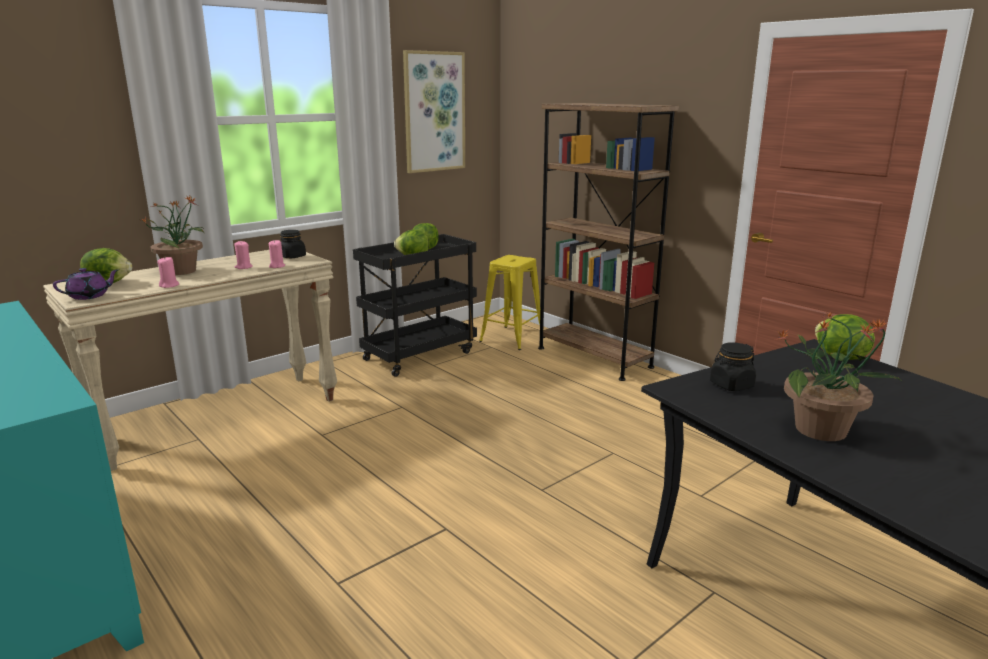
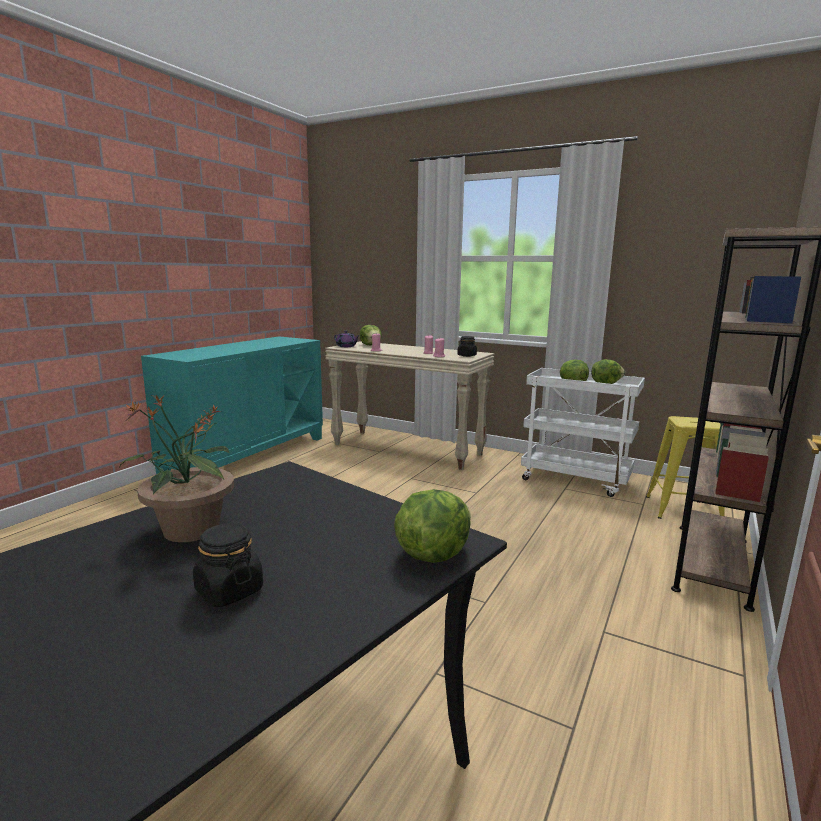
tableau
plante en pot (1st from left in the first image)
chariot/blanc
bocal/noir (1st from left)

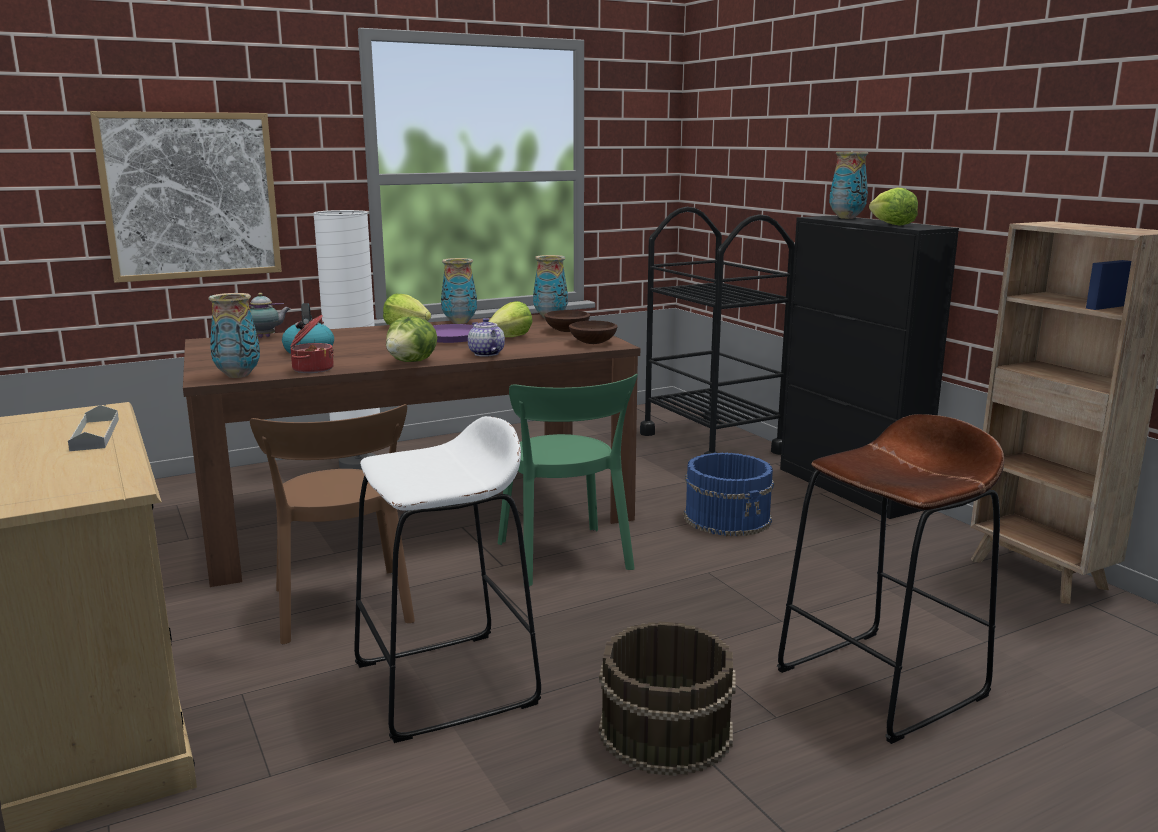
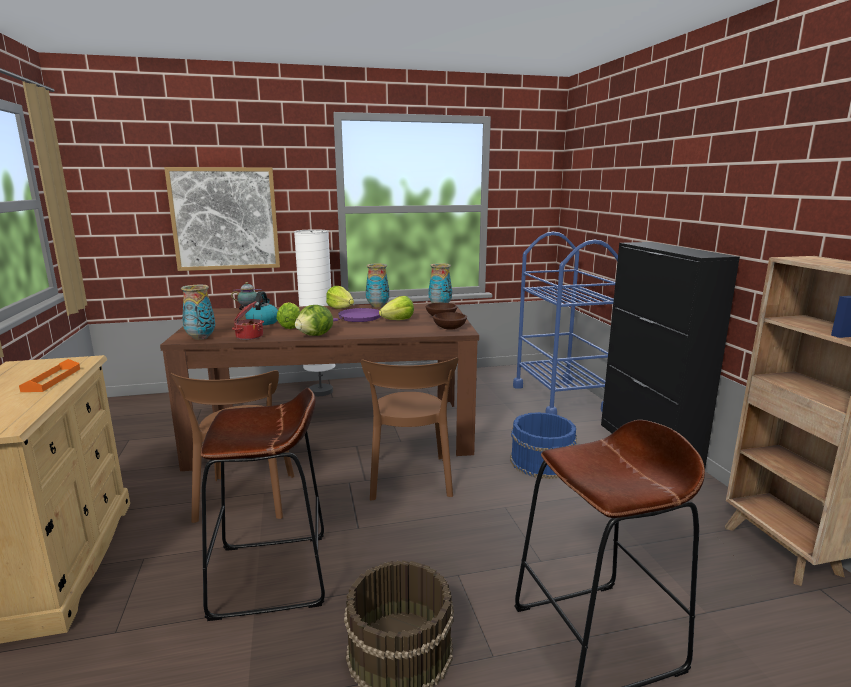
vase (4th from left in the first image)
laitue (1st from left)
chariot/bleu
théière (2nd from left in the first image)
chaise/marron (2nd from left)
plateau/orange
tabouret/marron (1st from left)

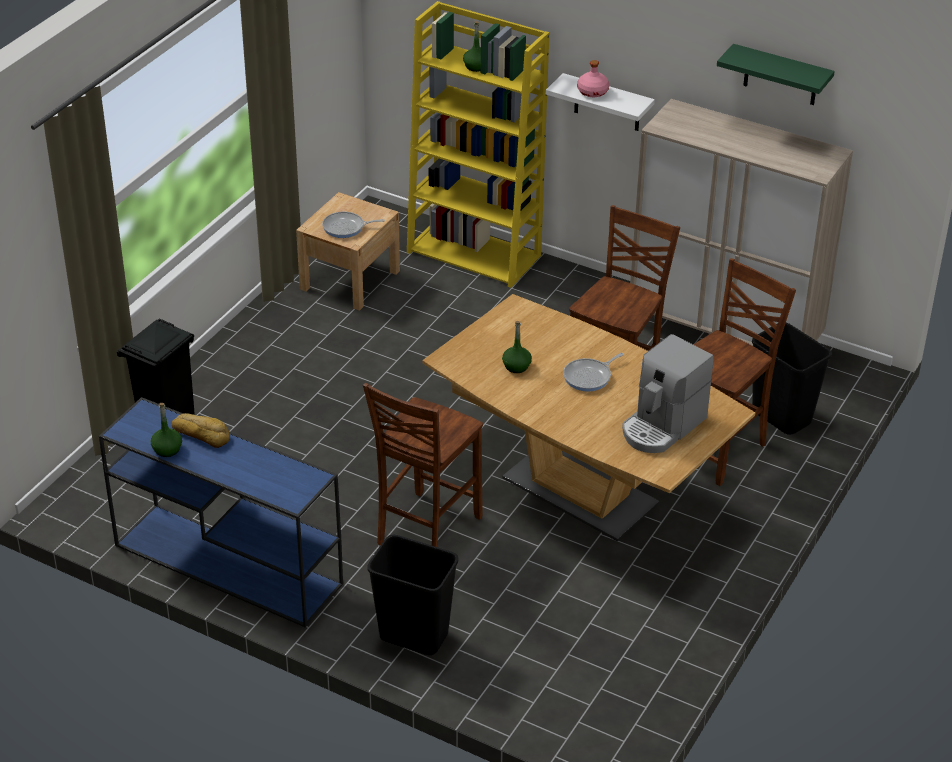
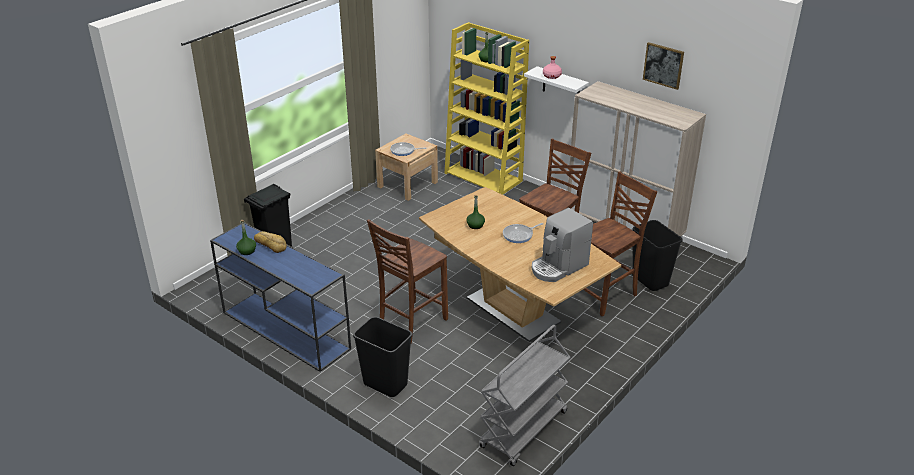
tableau
chariot/gris

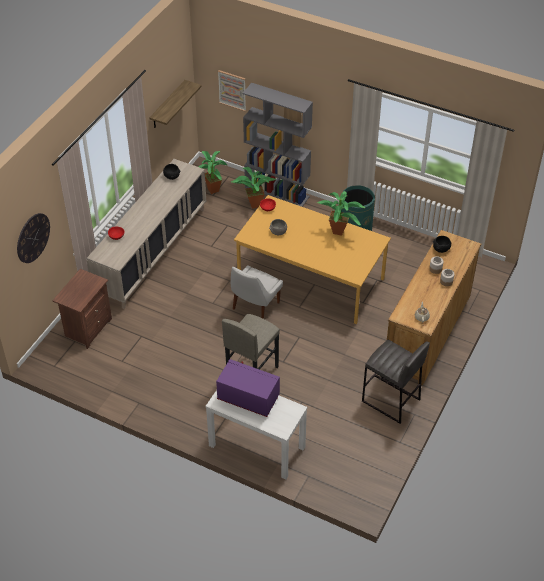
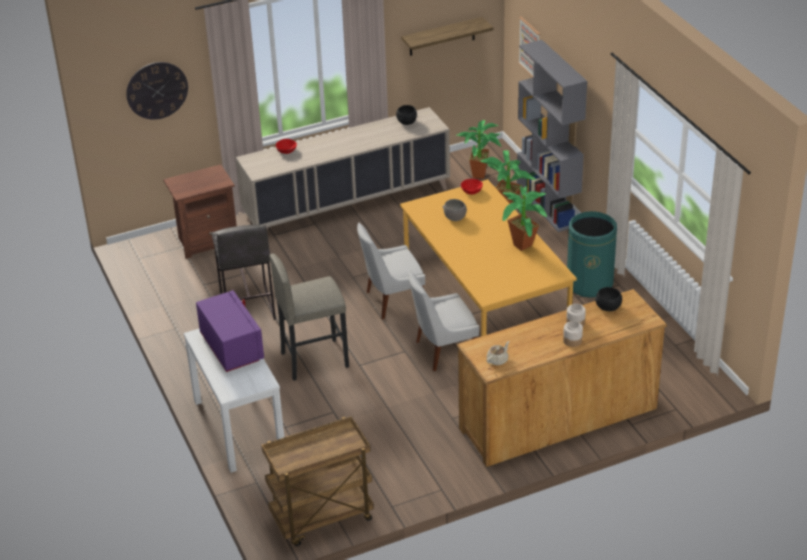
tabouret/gris (1st from left)
chaise/blanc (2nd from left)
chariot/marron

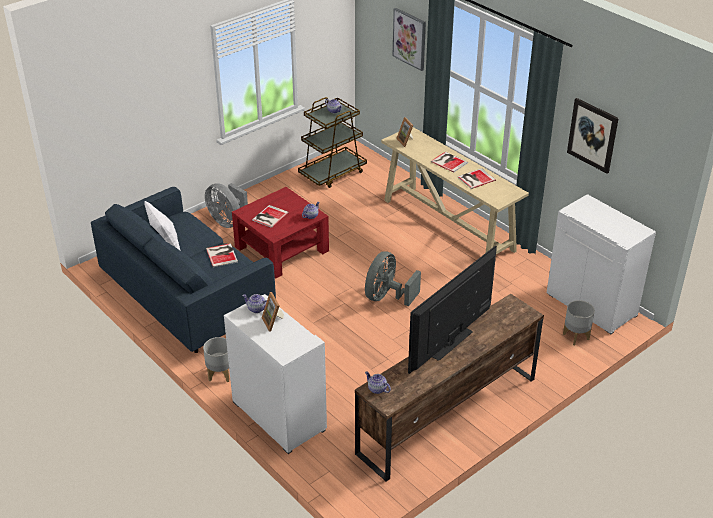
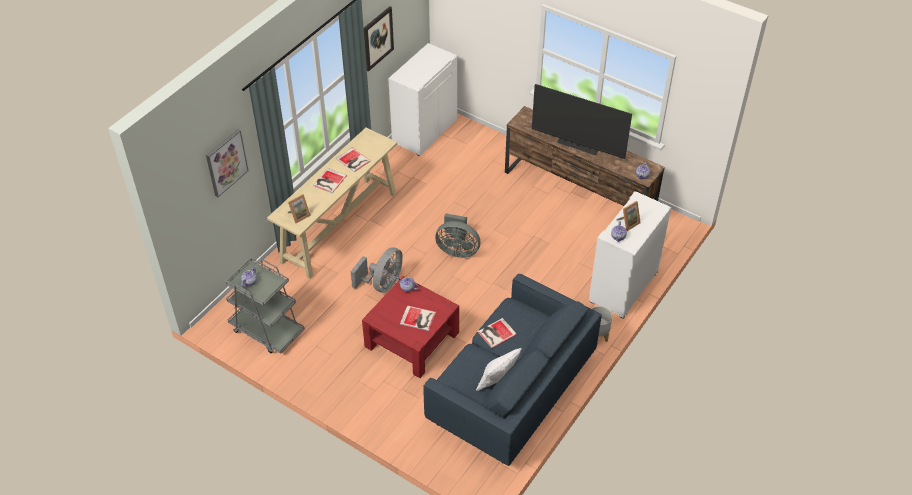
chariot/gris
ventilateur/gris (1st from left)
cache-pot/gris (2nd from left in the first image)

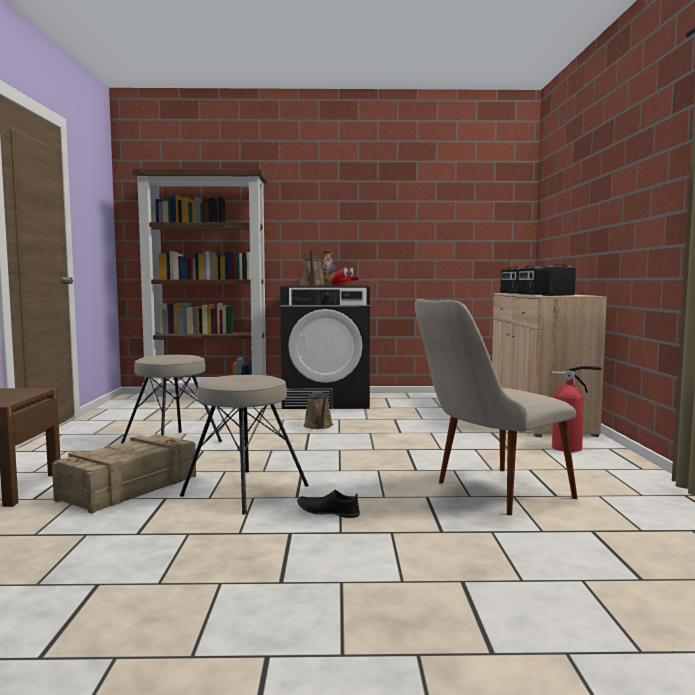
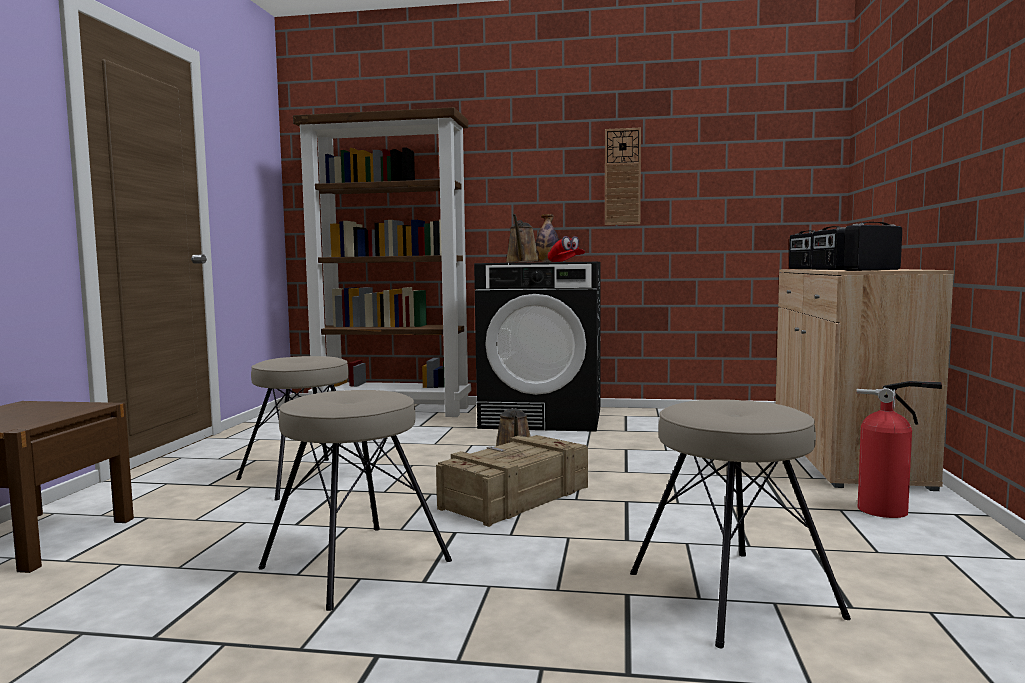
tabouret/beige (3rd from left)
caisse
chaussure/noir
horloge murale

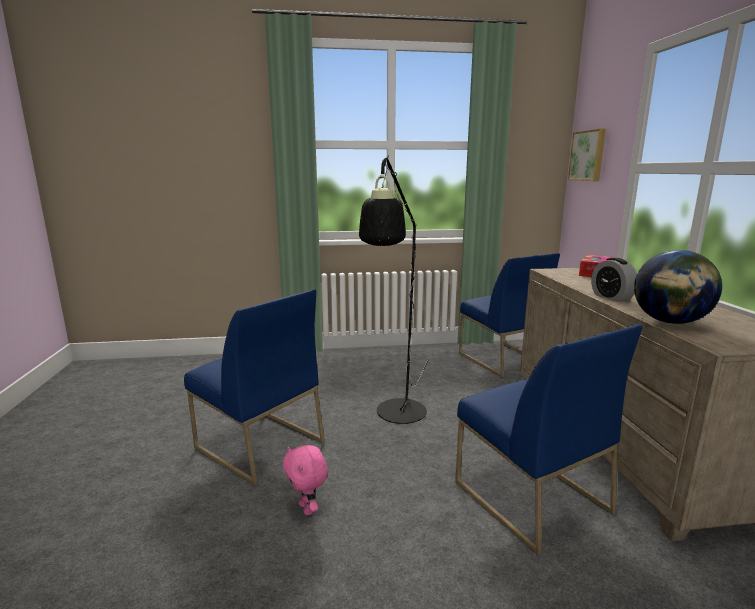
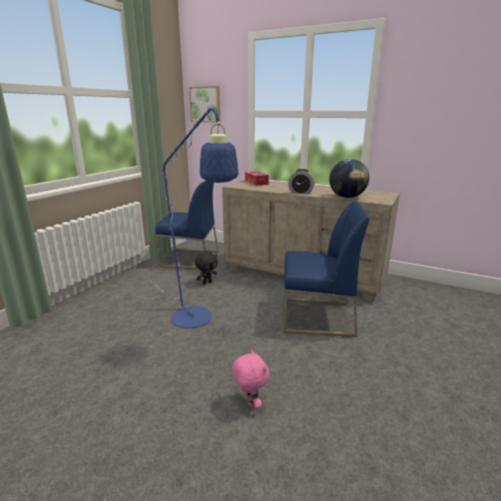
lampadaire/bleu
chaise/bleu (1st from left in the first image)
peluche/rose
peluche/noir

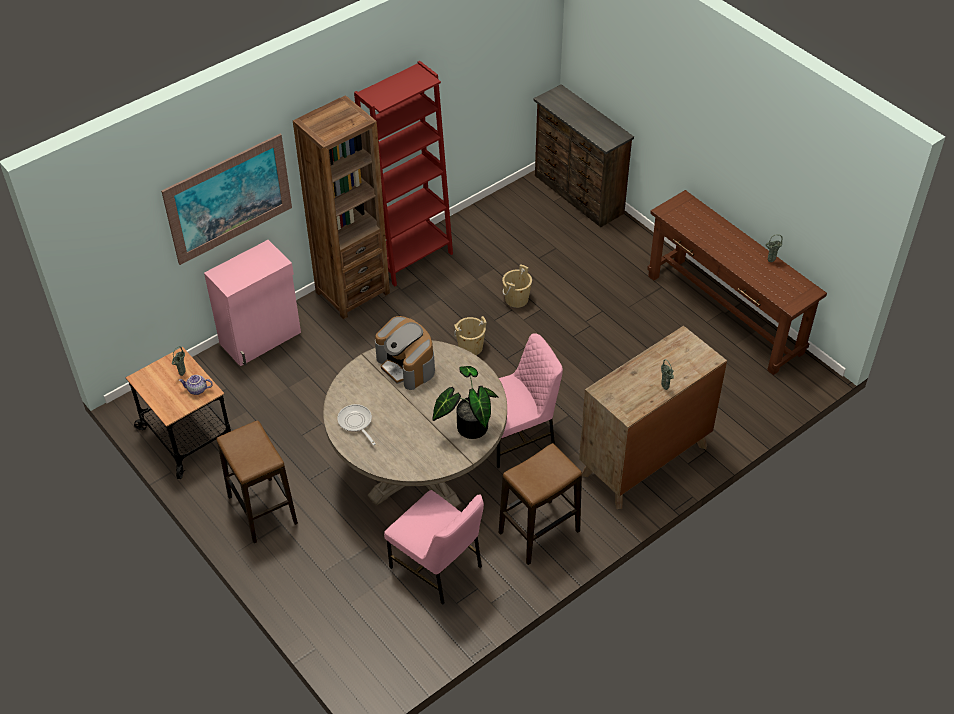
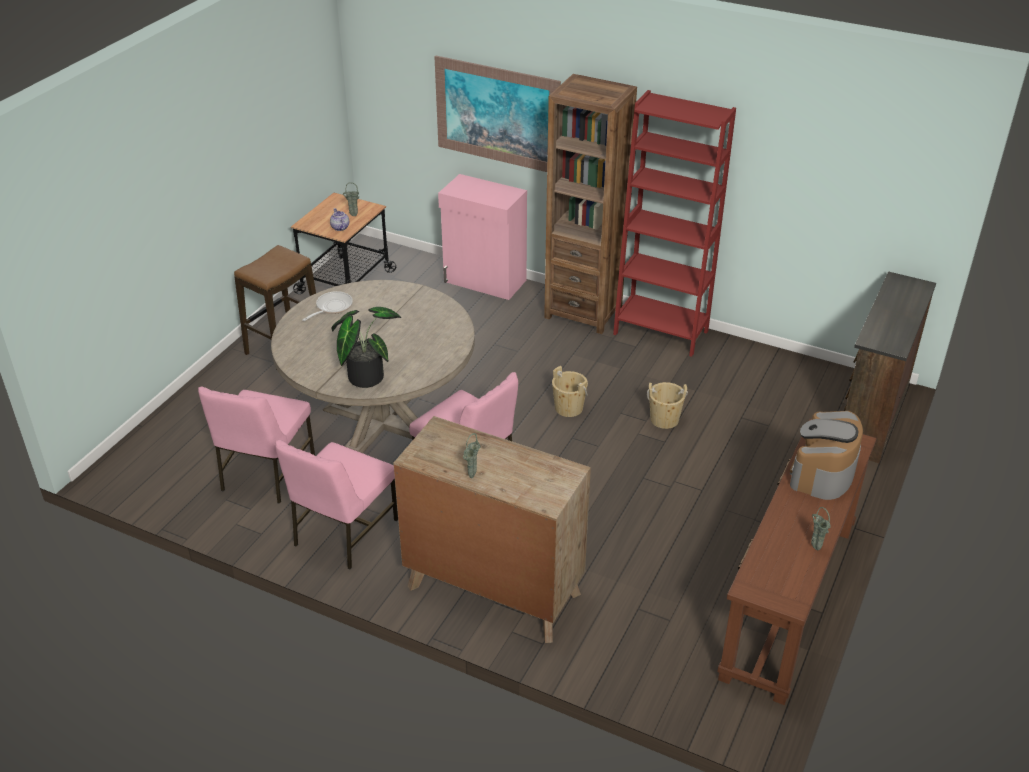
machine à café
chaise/rose (2nd from left)

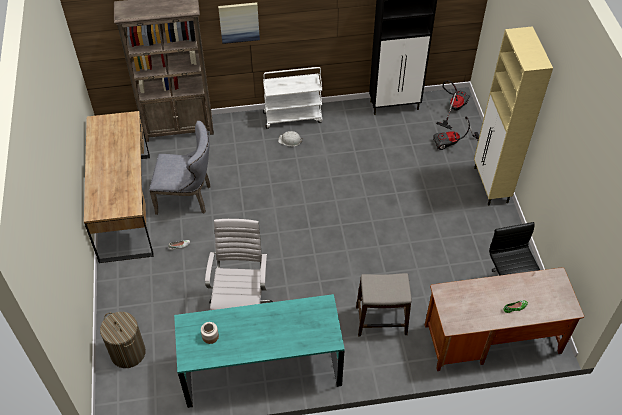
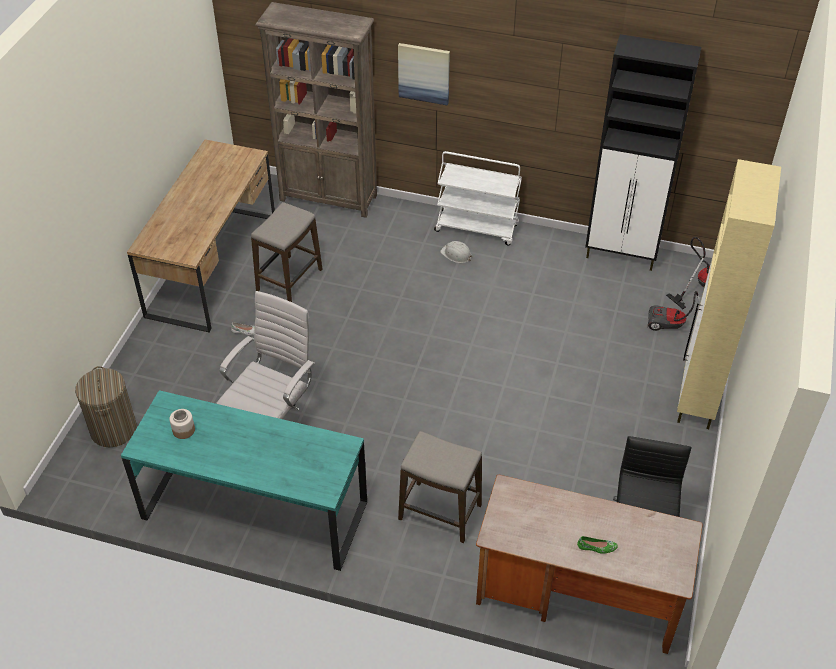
tabouret (1st from left)

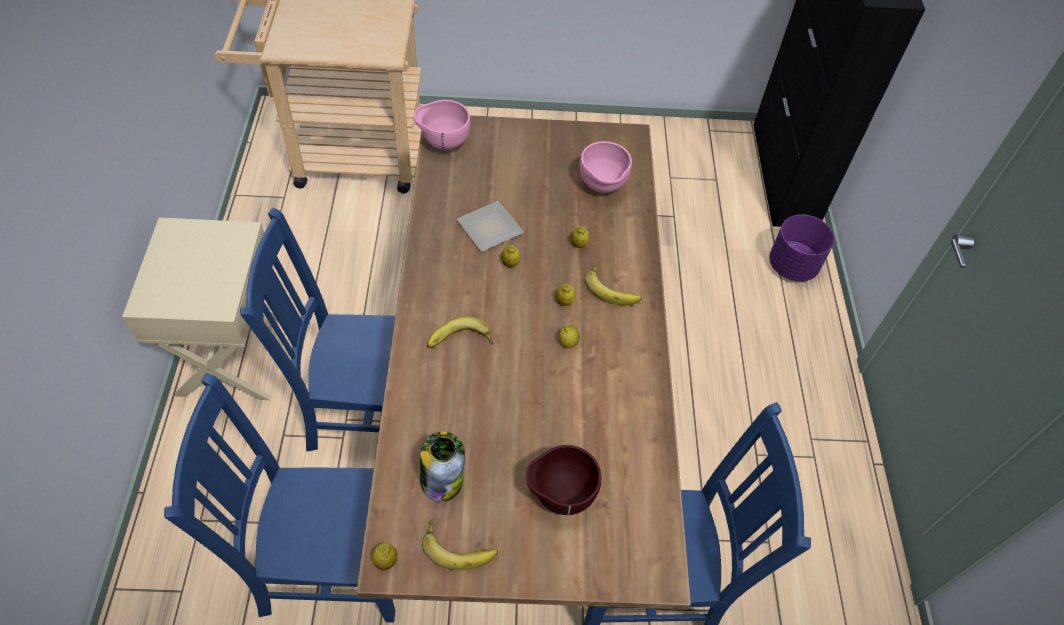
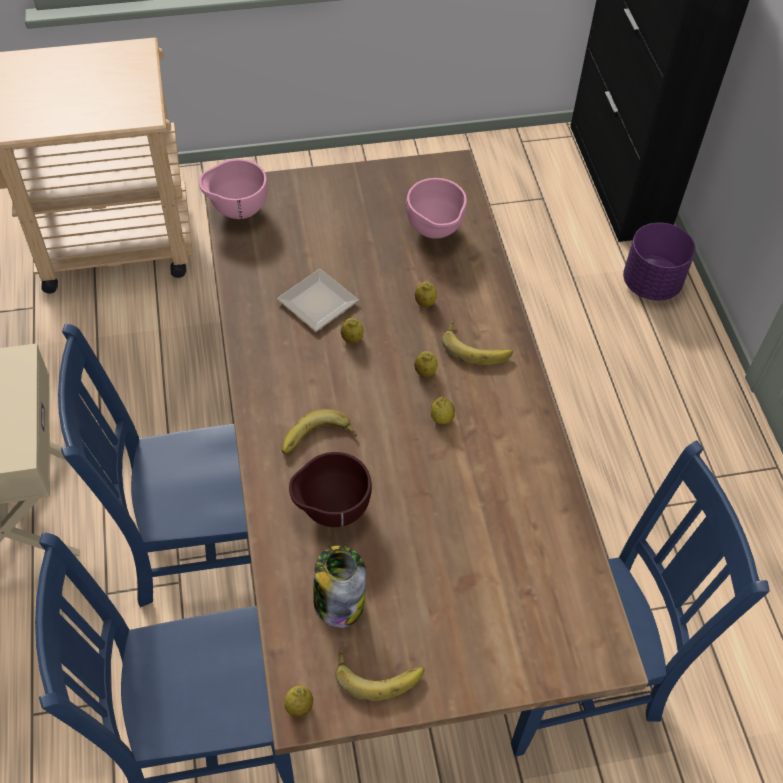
bol/marron

